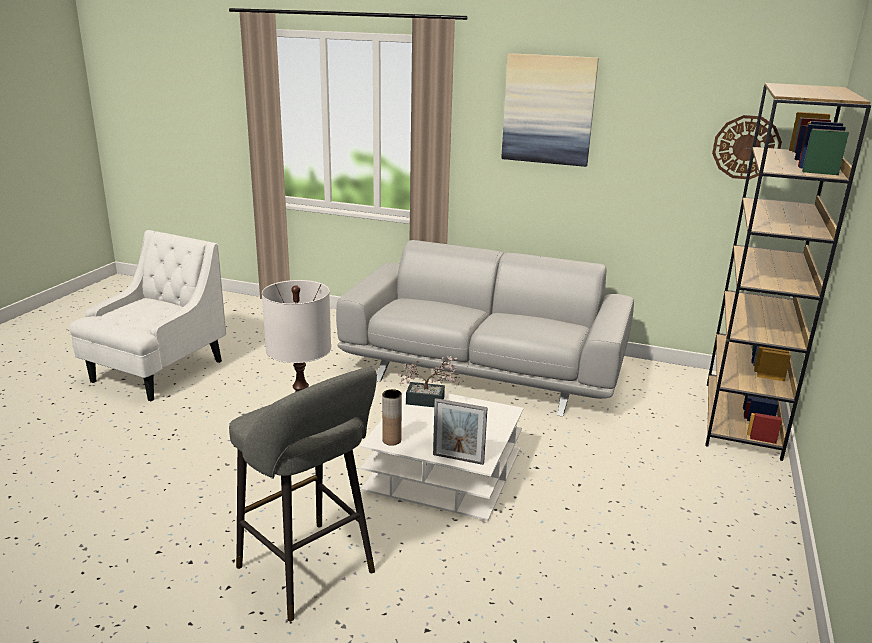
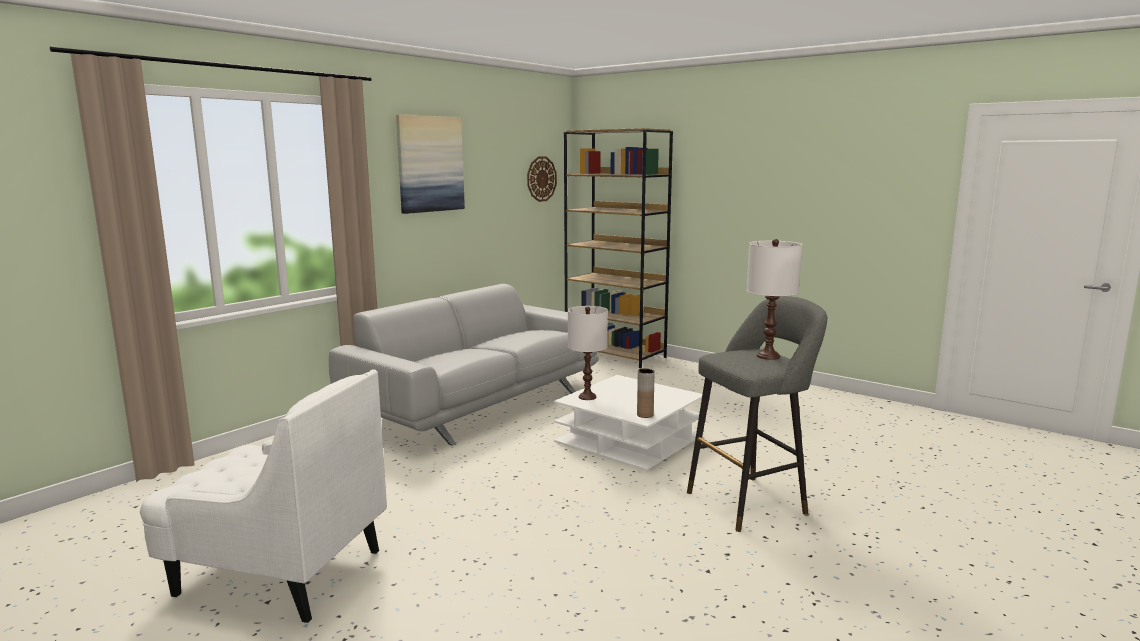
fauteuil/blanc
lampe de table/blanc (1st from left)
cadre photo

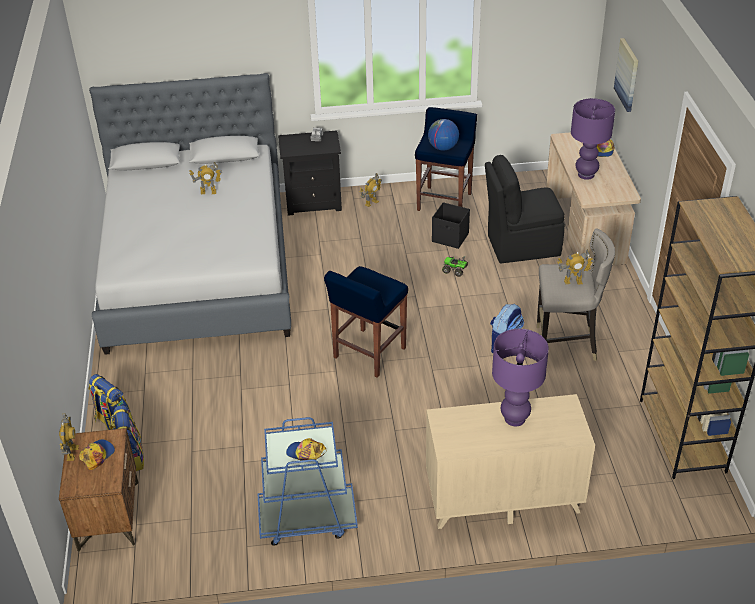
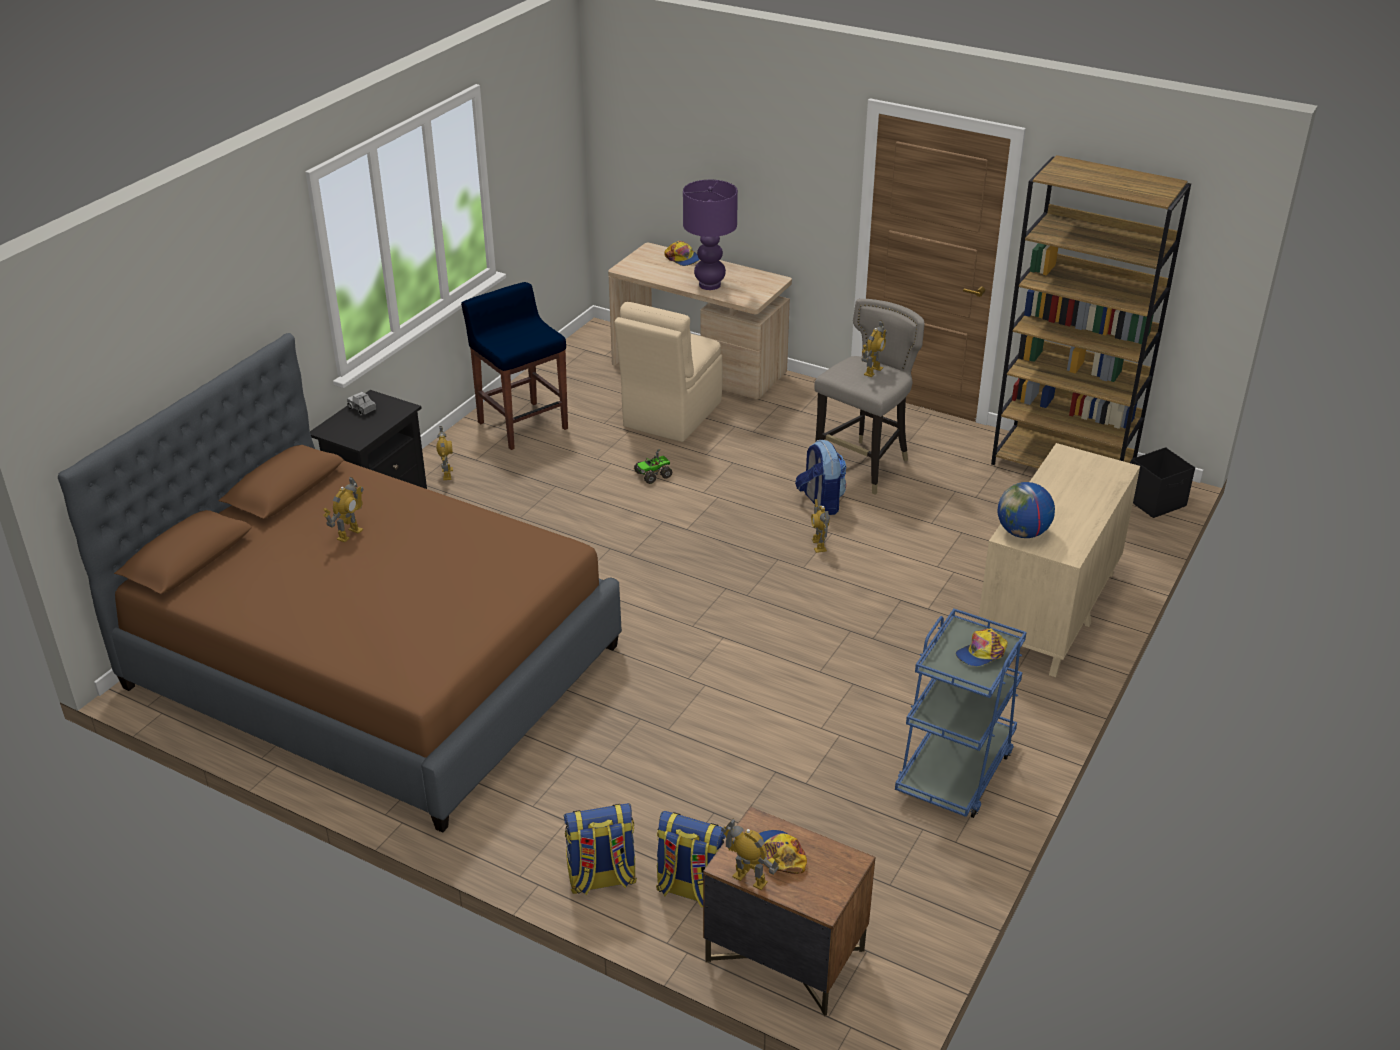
tableau
lit/marron
globe
chaise/beige
boîte de rangement/noir
tabouret/bleu (1st from left in the first image)
lampe de table/violet (1st from left in the first image)
robot jouet (4th from left)

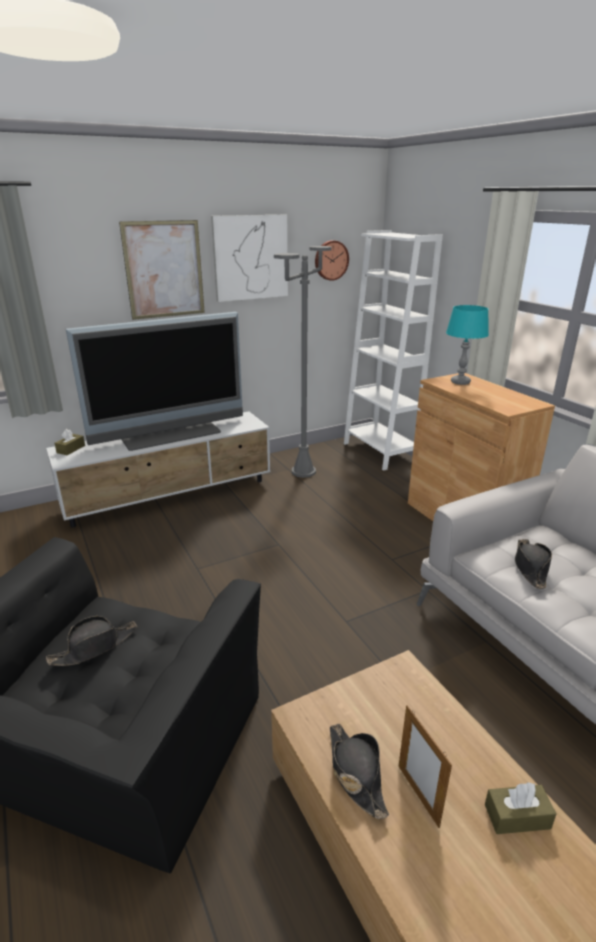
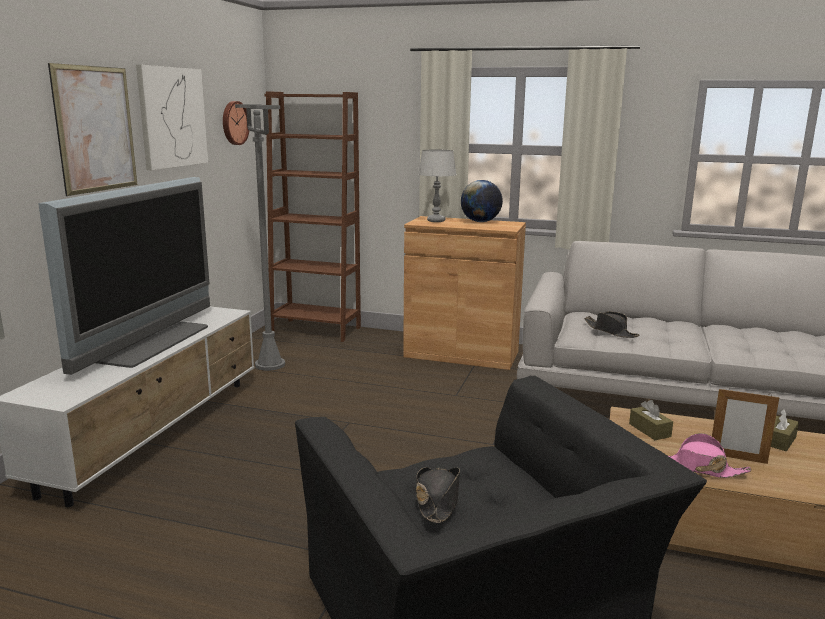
bibliothèque/marron
lampe de table/gris
boîte à mouchoirs/marron (1st from left)
chapeau/rose
globe

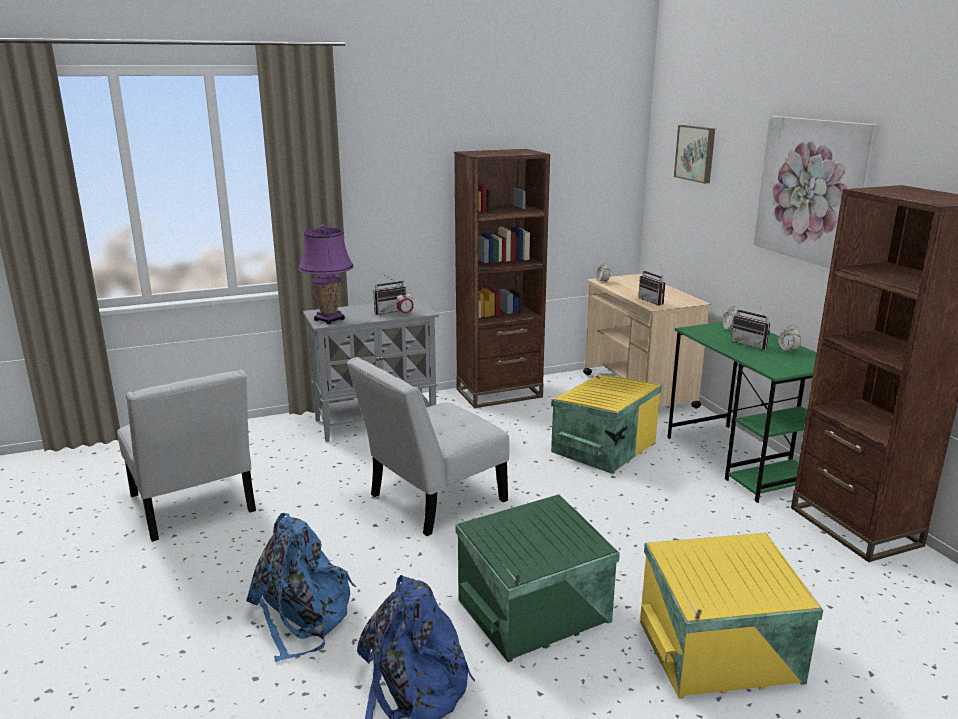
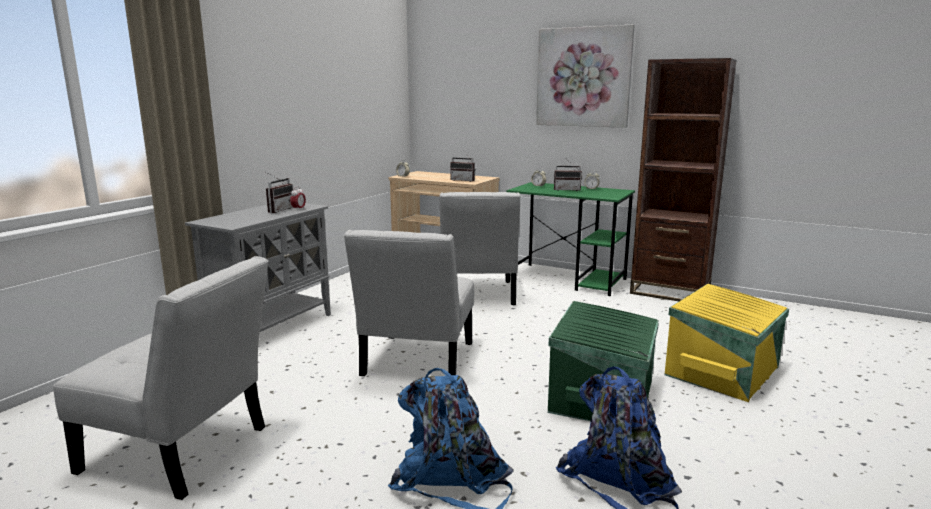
tableau (1st from left in the first image)
bibliothèque/marron (1st from left in the first image)
lampe de table/violet
chaise/blanc (3rd from left)

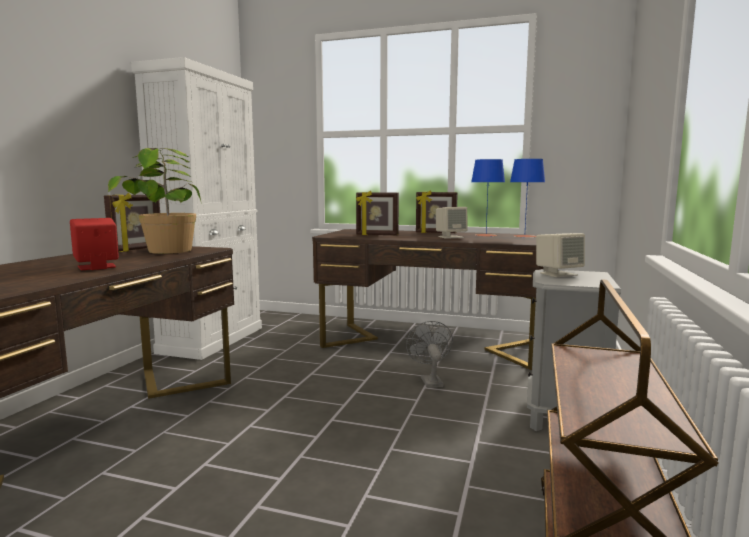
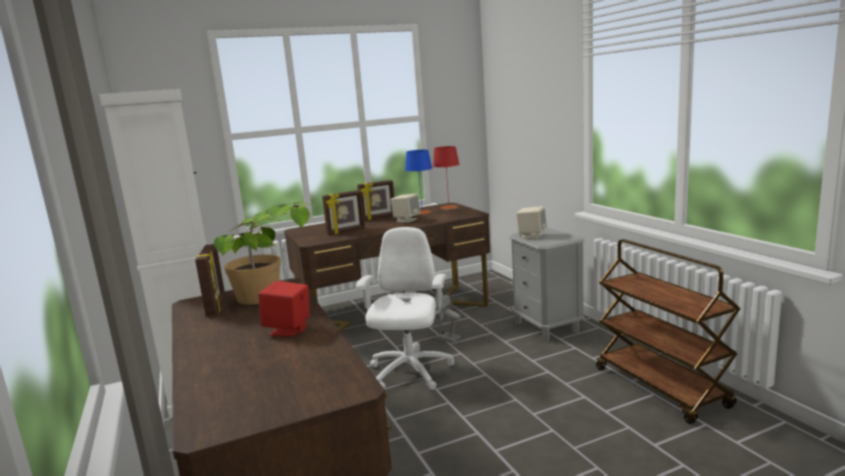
lampe de table/rouge
chaise de bureau/blanc

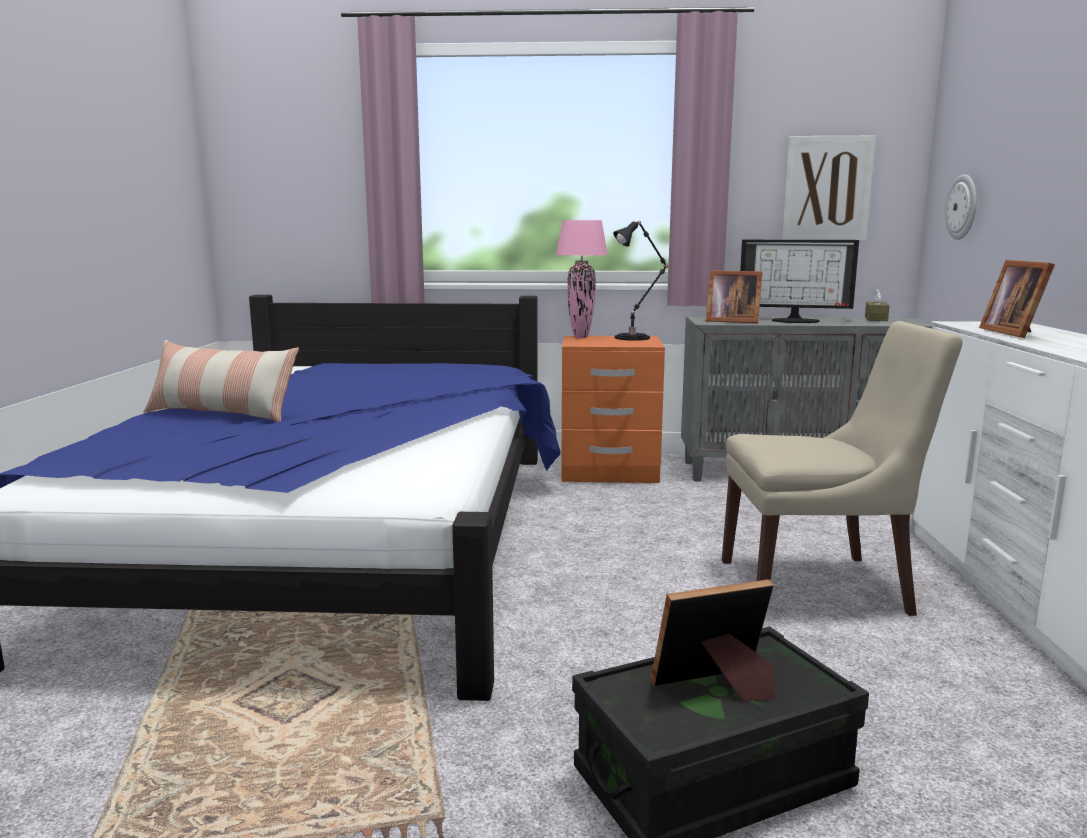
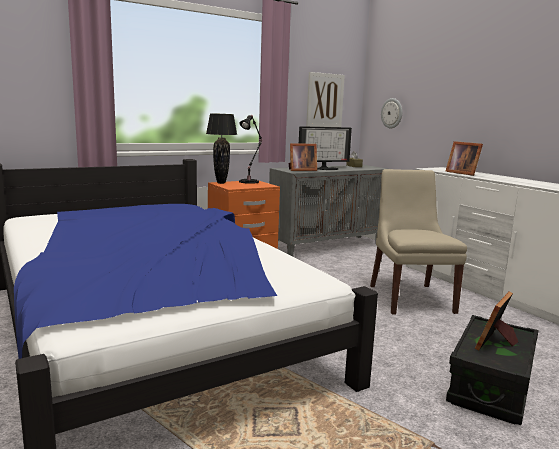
lampe de table/noir (1st from left)
chaise/beige
coussin

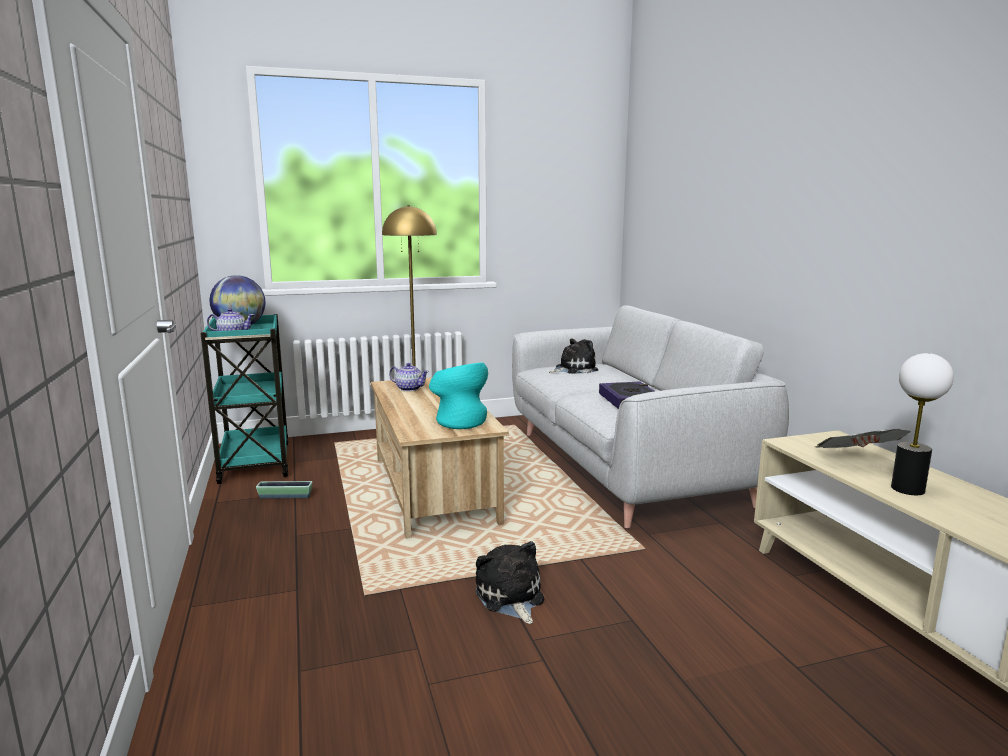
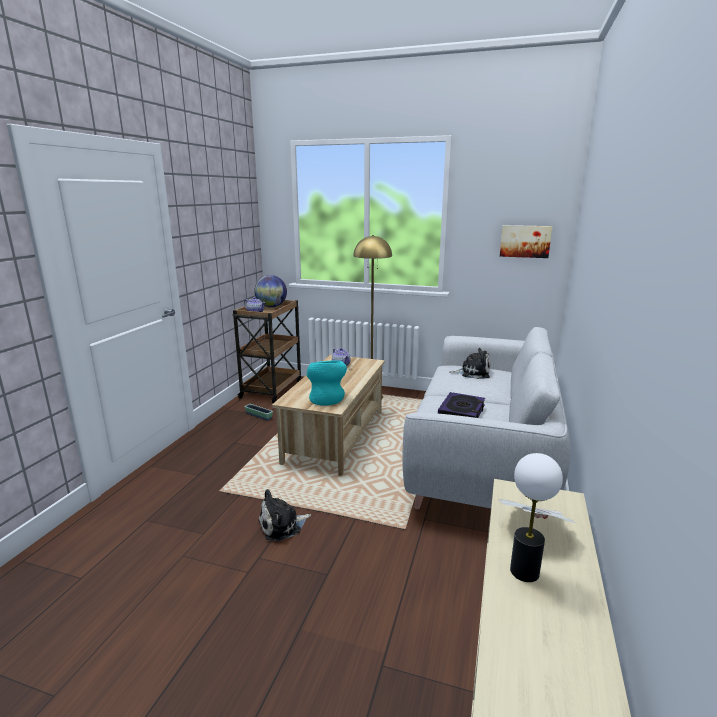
chariot/marron
peluche (1st from left)
tableau

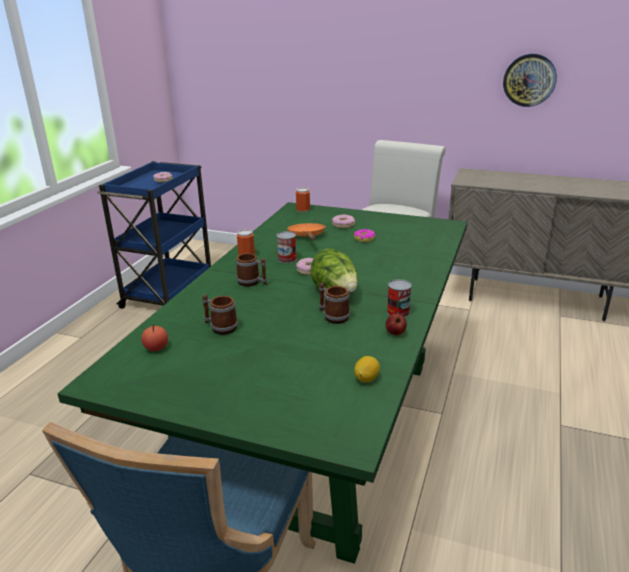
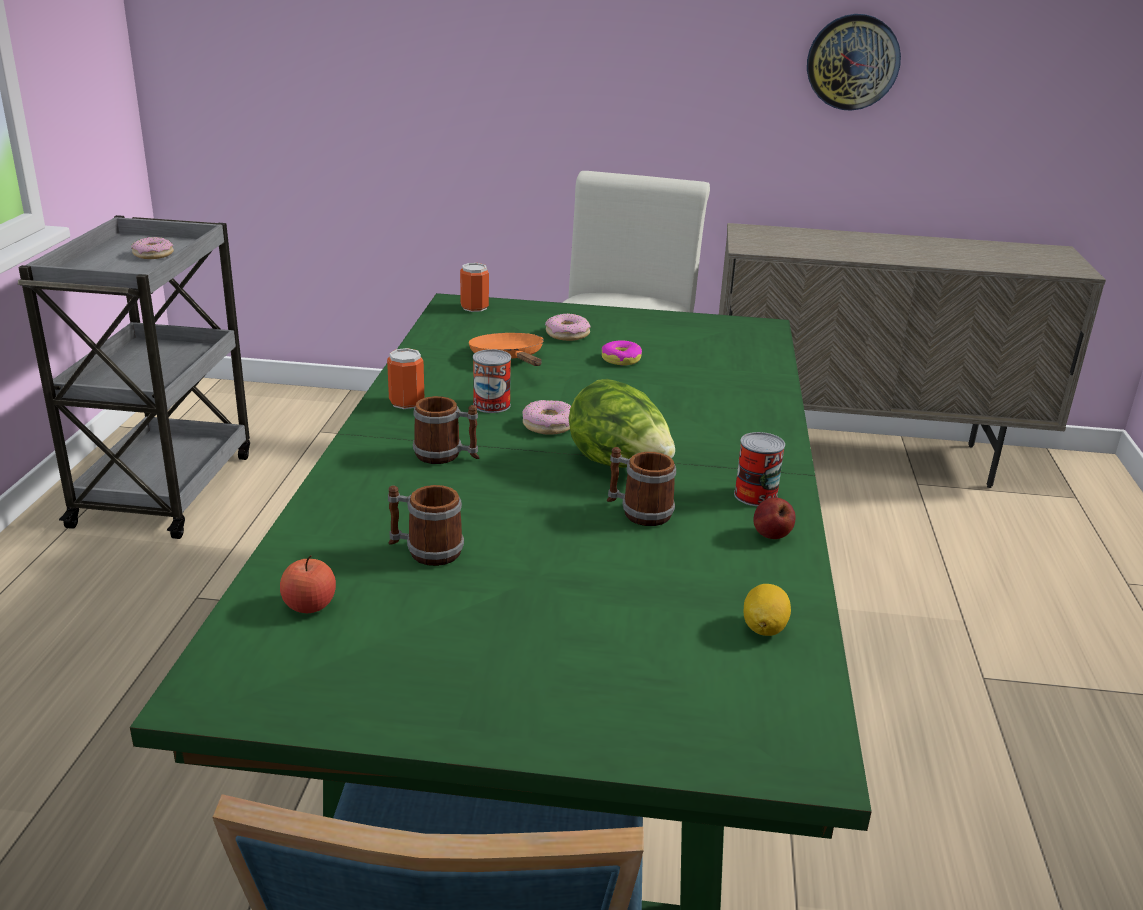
chariot/gris

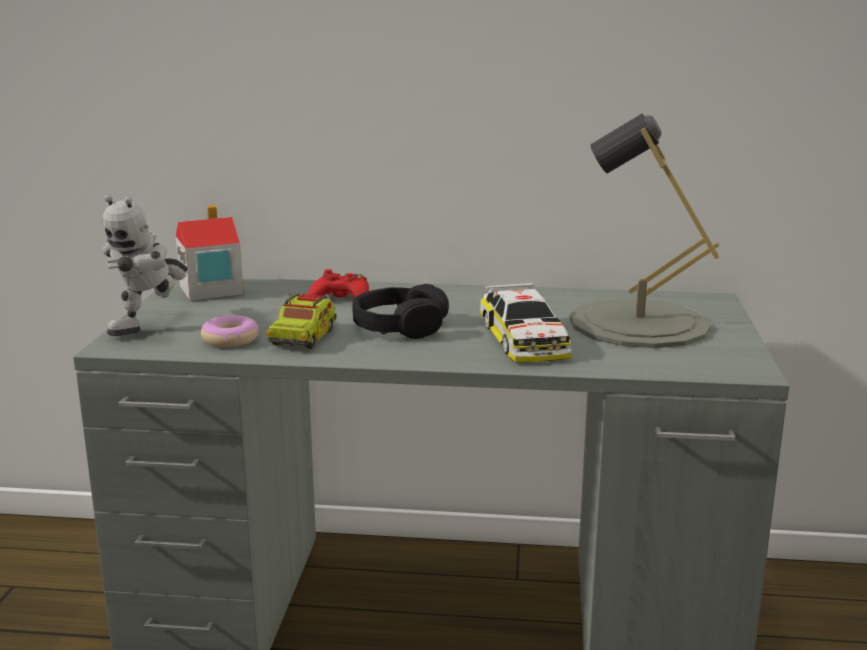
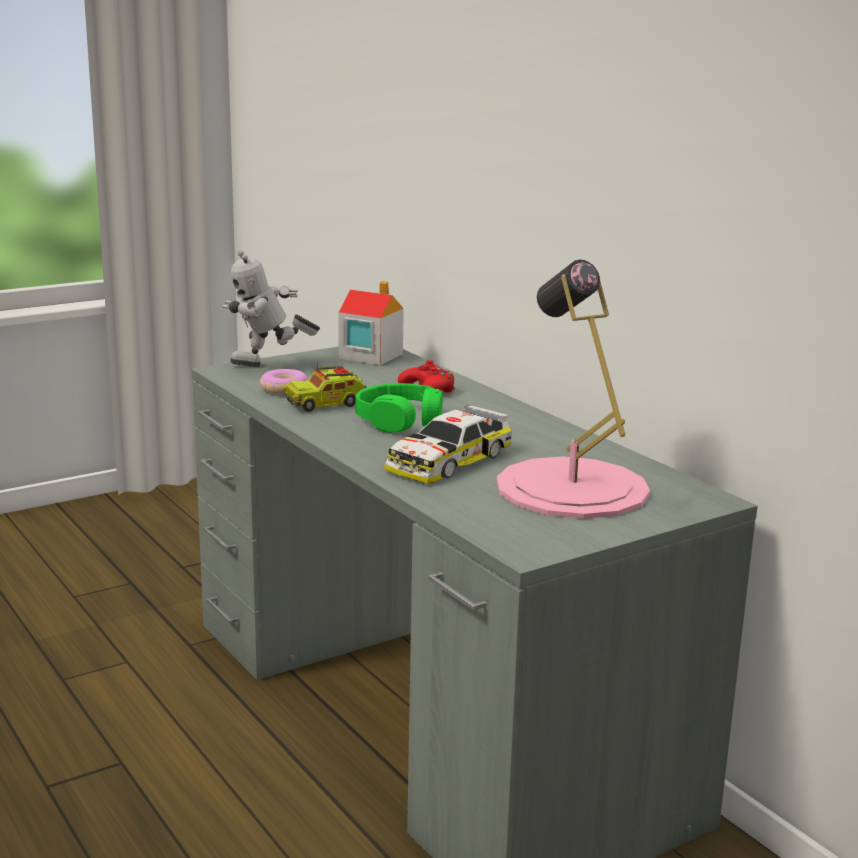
lampe de table/rose
casque audio/vert

